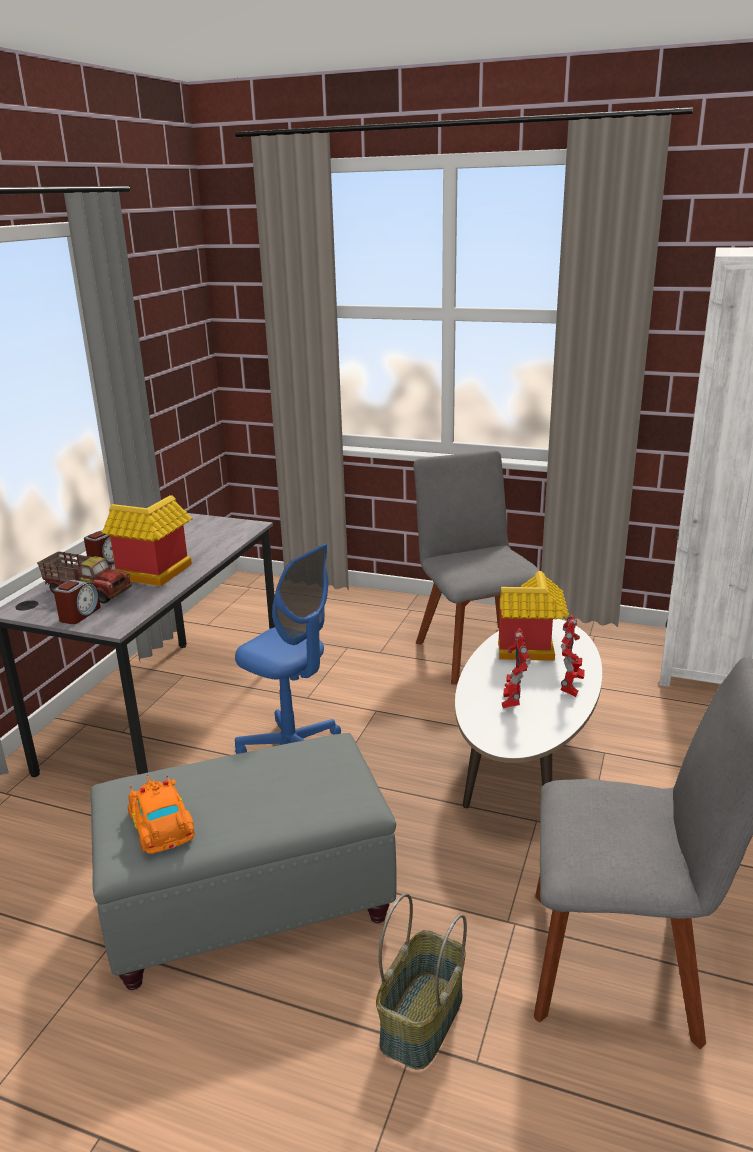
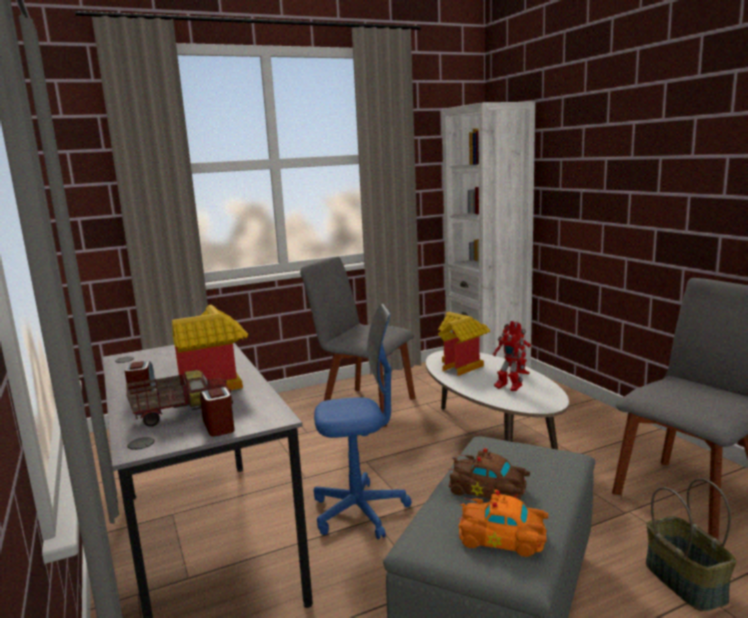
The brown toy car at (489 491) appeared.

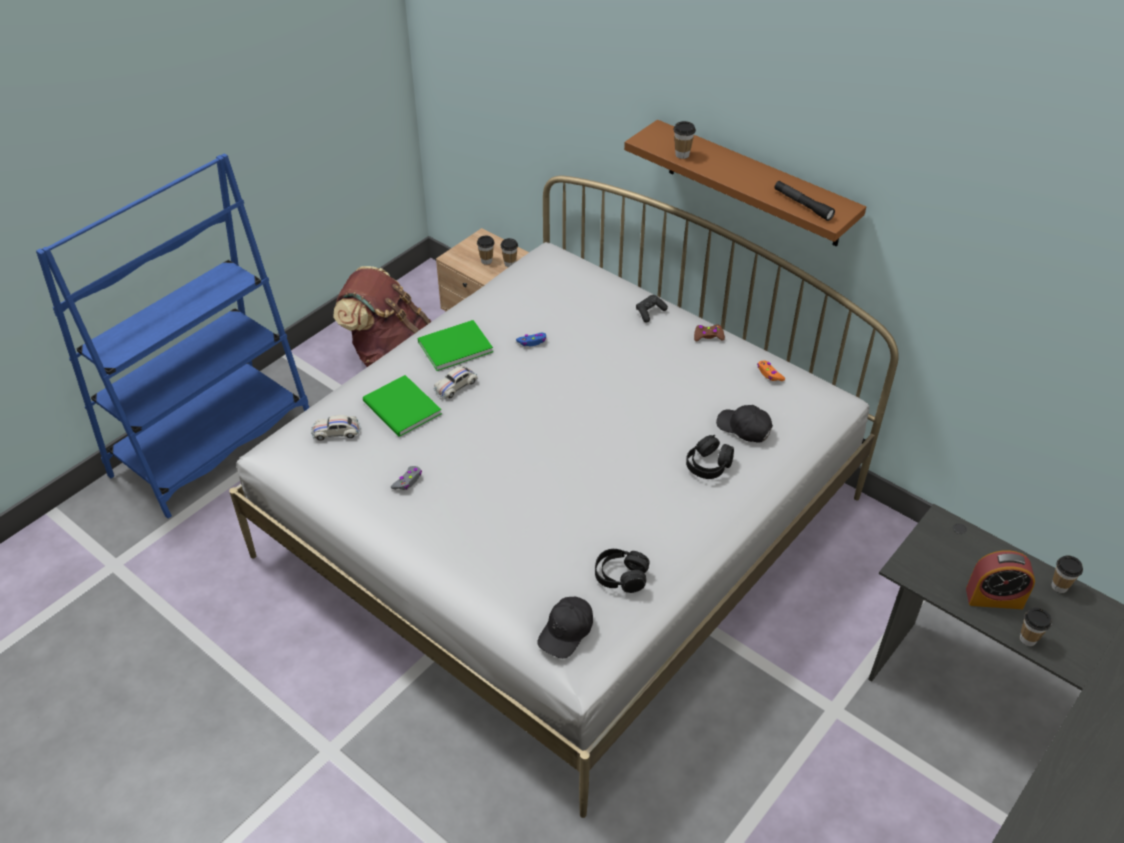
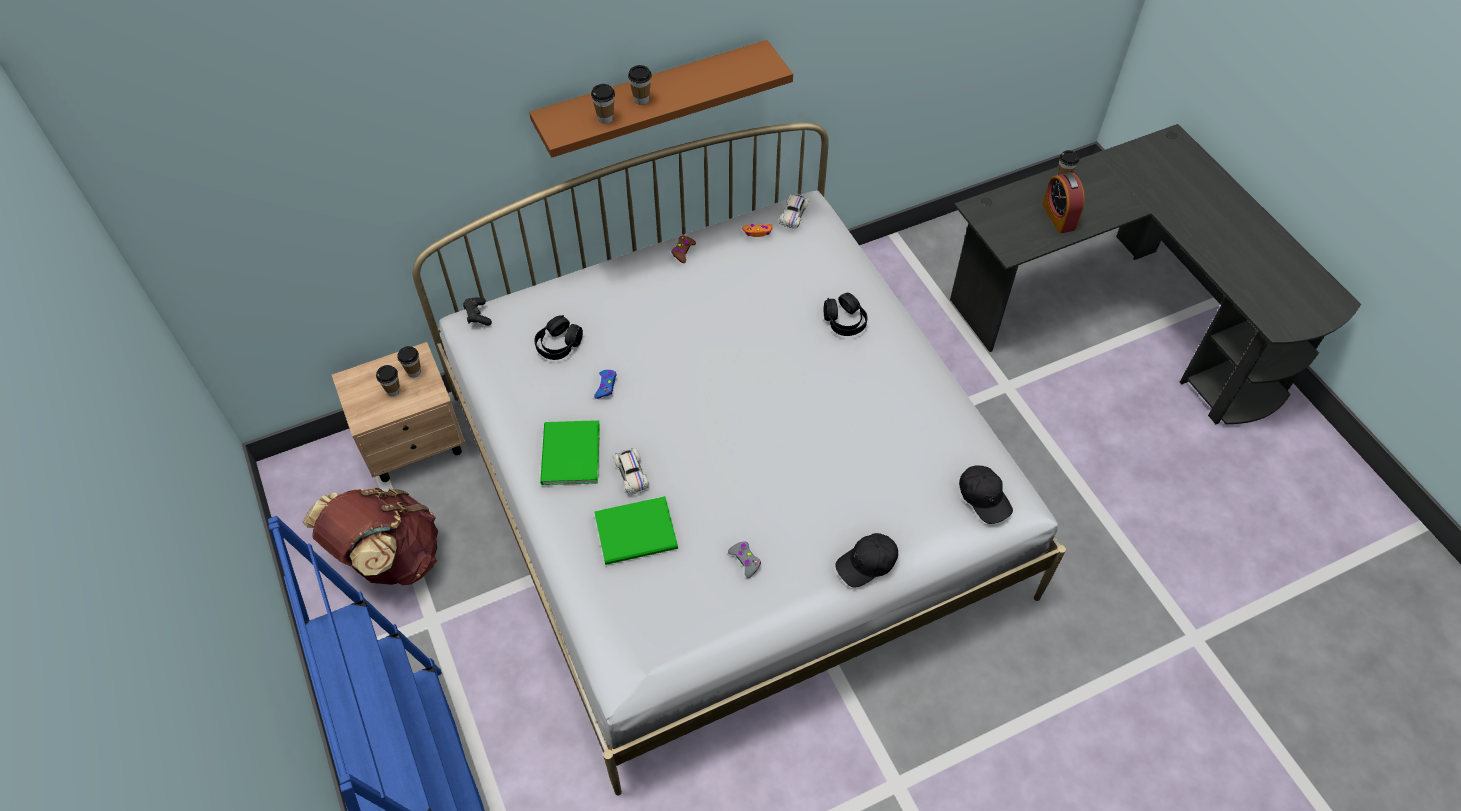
The black torch at (802 205) disappeared.
The white-coloured toy car moved from (336 432) to (793 214).
The black headset moved from (621 576) to (559 344).
The black gamepad moved from (650 312) to (478 315).
The black baseball cap moved from (744 428) to (867 563).
The cup moved from (1028 639) to (641 100).
The alarm clock at (994 598) turned 135 degrees clockwise.

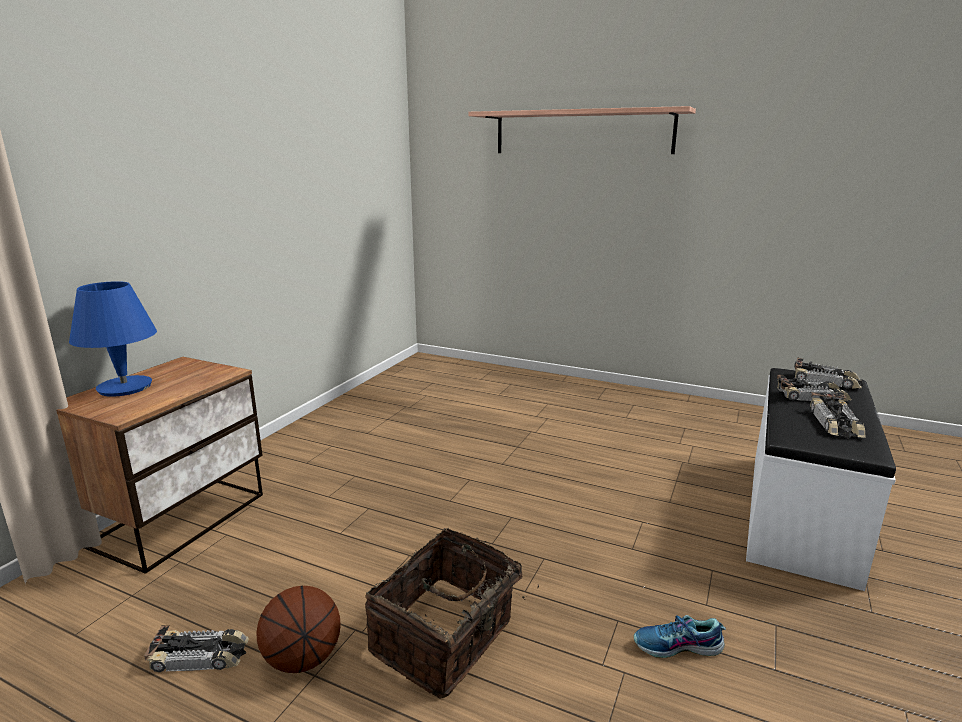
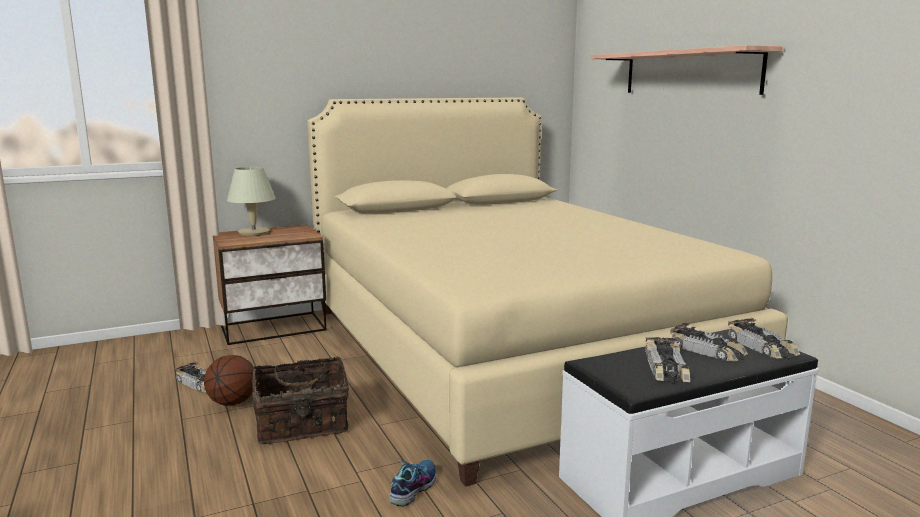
The sand-coloured bedroom bed at (507 351) appeared.
The blue tabletop lamp at (124 387) became the sand-coloured tabletop lamp at (253 232).
The low shoe at (677 647) turned 75 degrees clockwise.
The toy car at (835 423) turned 45 degrees counterclockwise.

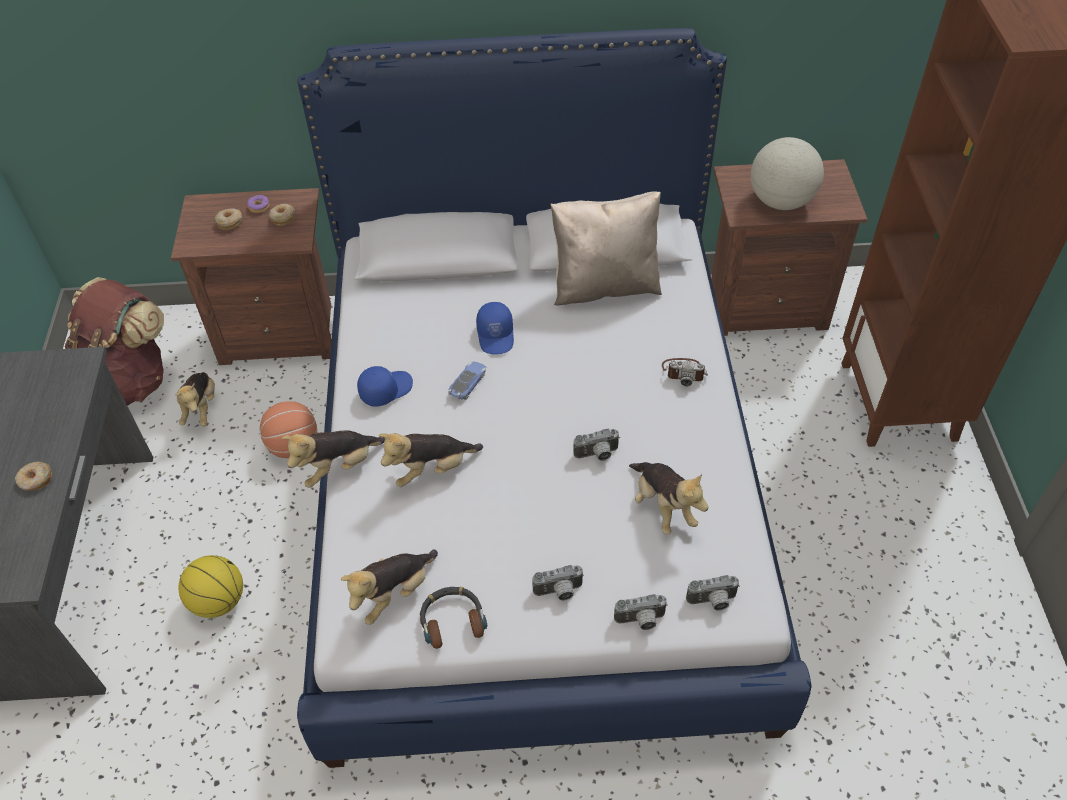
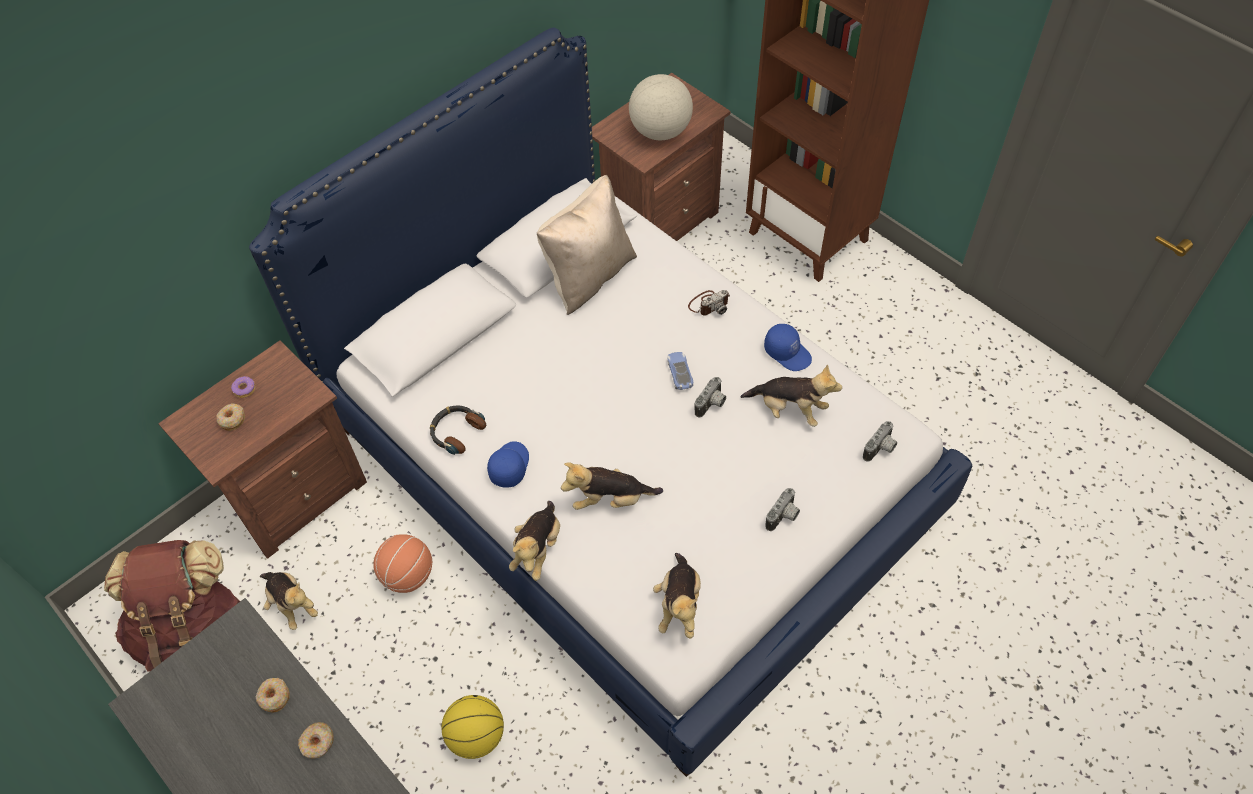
The still camera at (640 621) disappeared.
The ring doughnut moved from (283 218) to (274 697).
The headset moved from (452 619) to (456 431).
The toy car moved from (467 383) to (680 373).
The blue baseball cap moved from (496 335) to (788 352).
The plush toy at (432 469) turned 60 degrees clockwise.

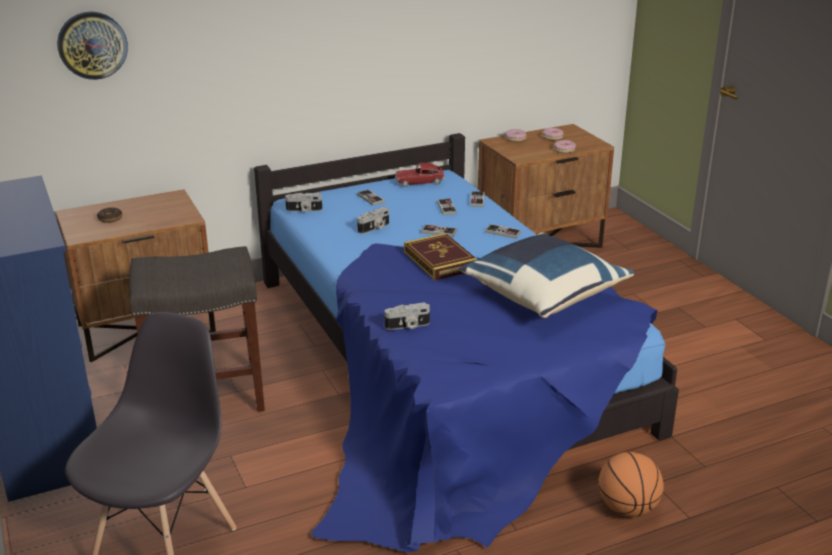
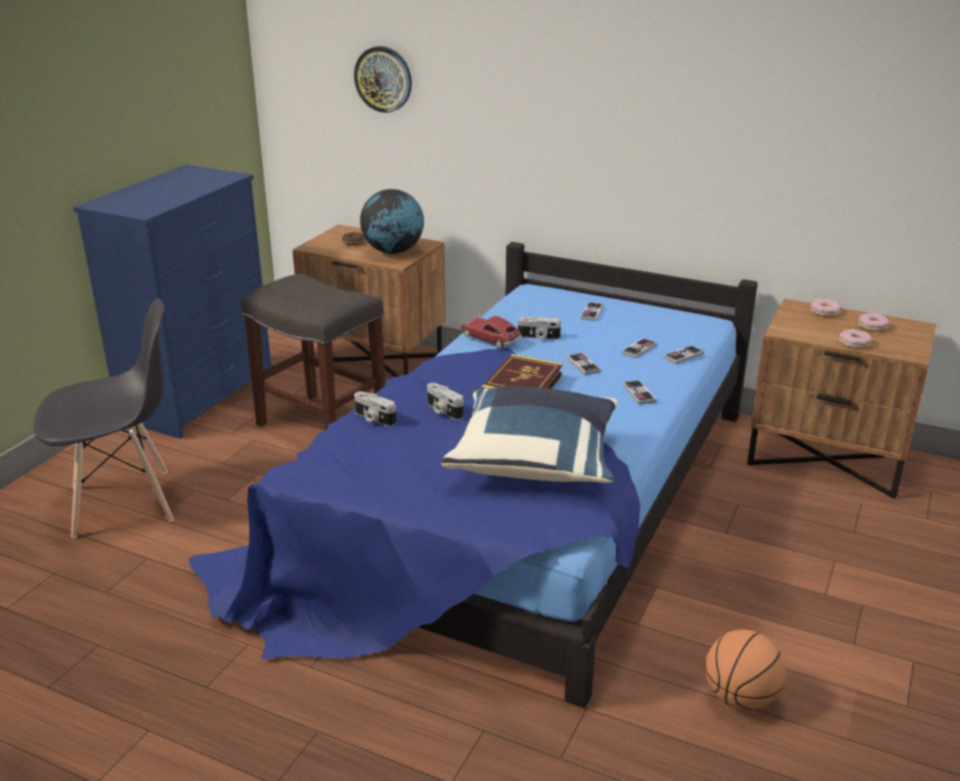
The world globe at (393 252) appeared.
The still camera moved from (304 210) to (443 411).
The toy car moved from (419 182) to (490 339).
The ball for basketball moved from (627 509) to (740 698).

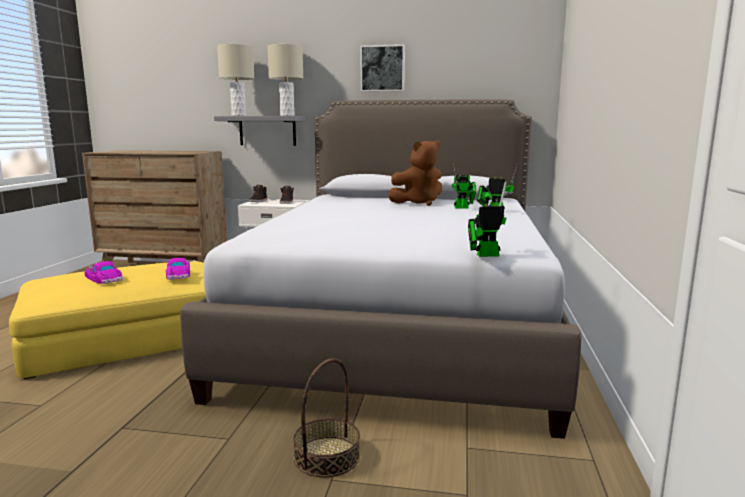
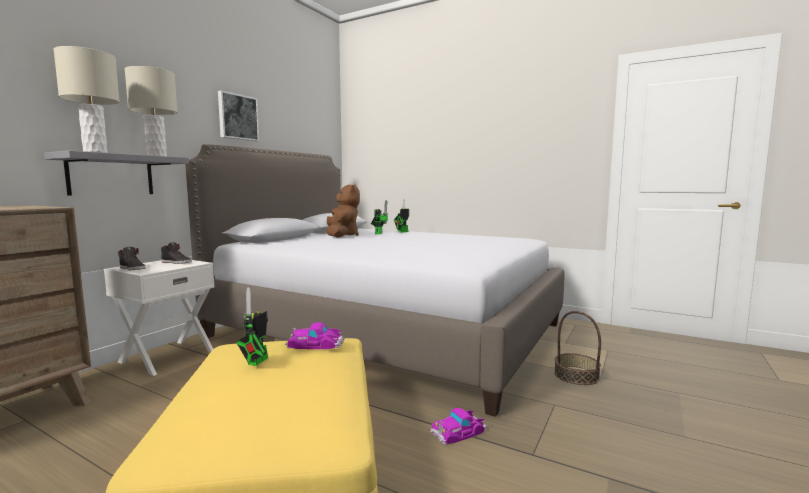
The toy car moved from (104 278) to (458 431).
The robot figure moved from (484 255) to (256 362).

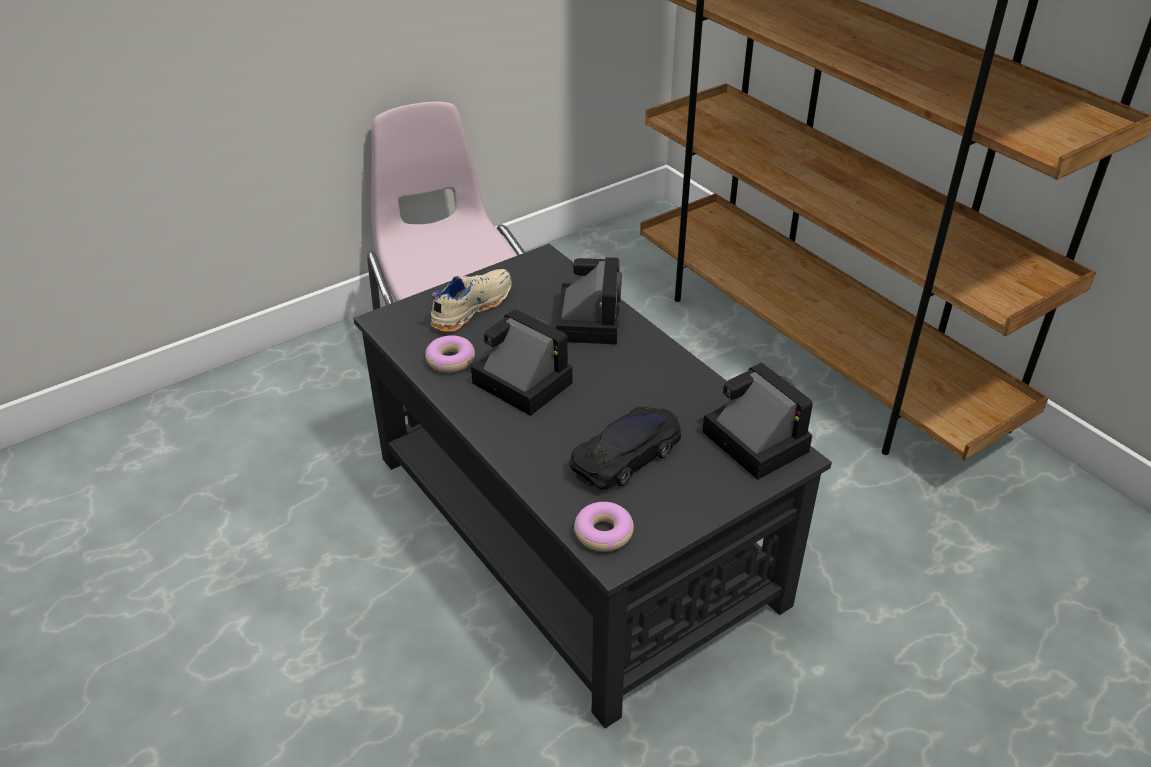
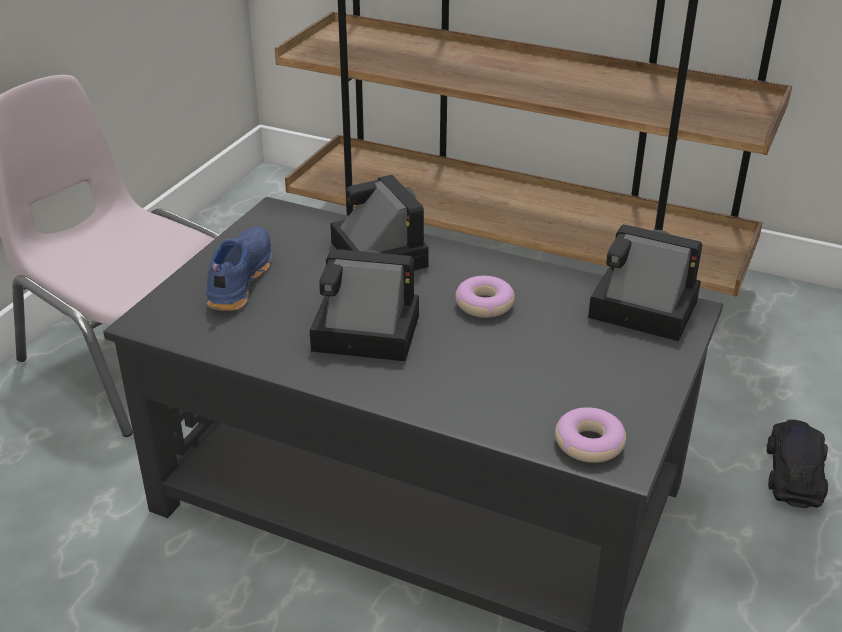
The ring doughnut moved from (450 360) to (484 304).
The black toy car moved from (627 454) to (795 470).
The sand-coloured low shoe at (470 308) became the blue low shoe at (238 280).

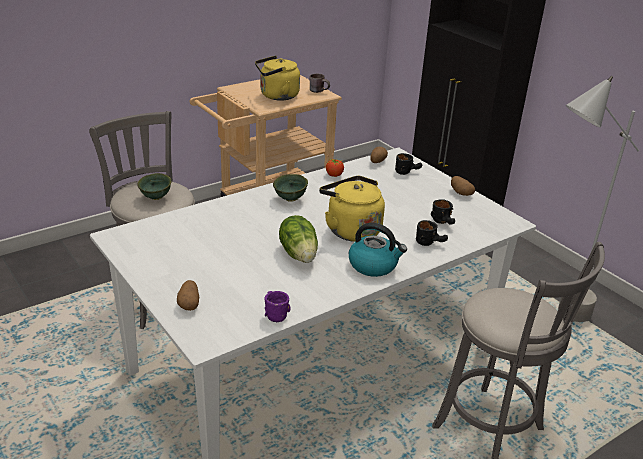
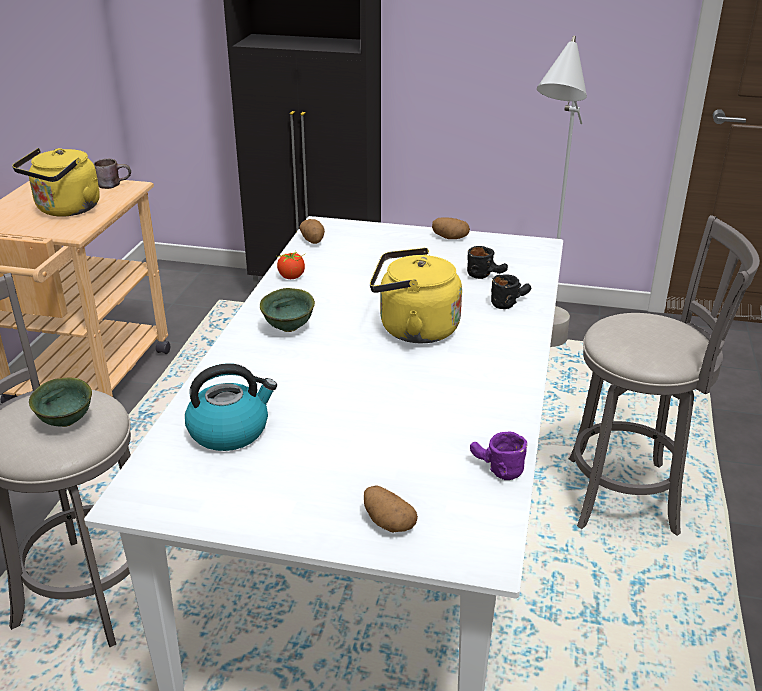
The head of lettuce at (299 254) disappeared.
The black coffee mug at (407 171) disappeared.
The tea kettle moved from (374 265) to (230 430).

